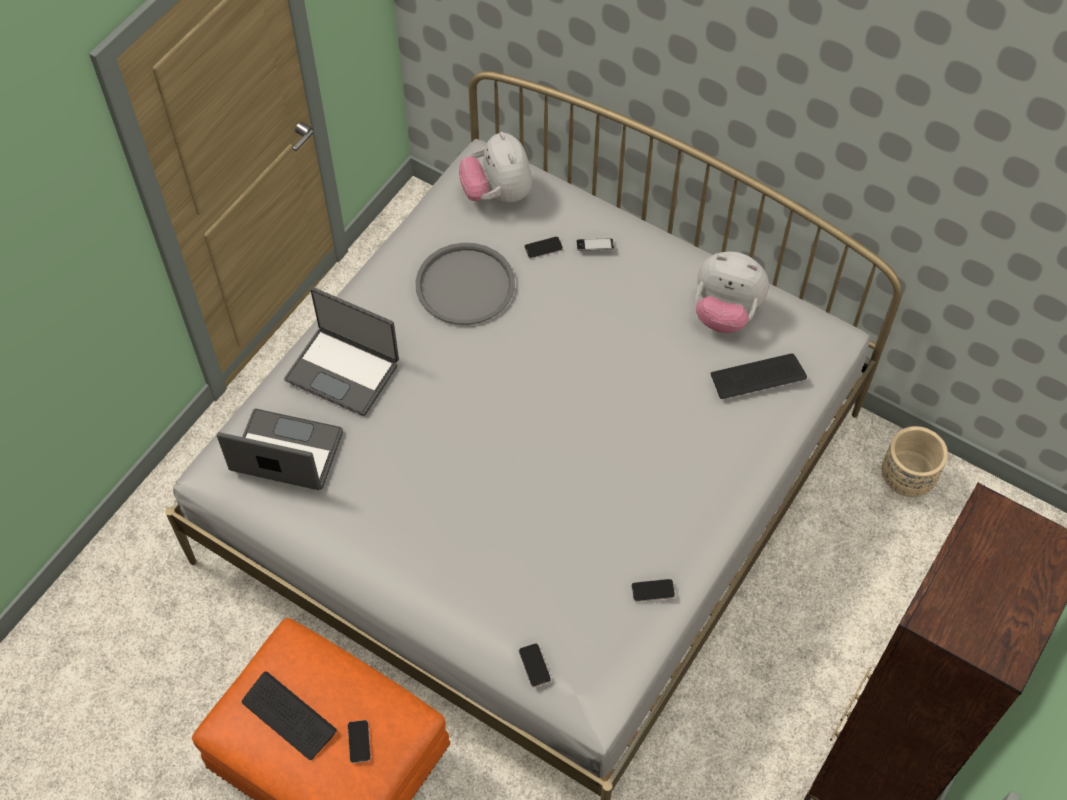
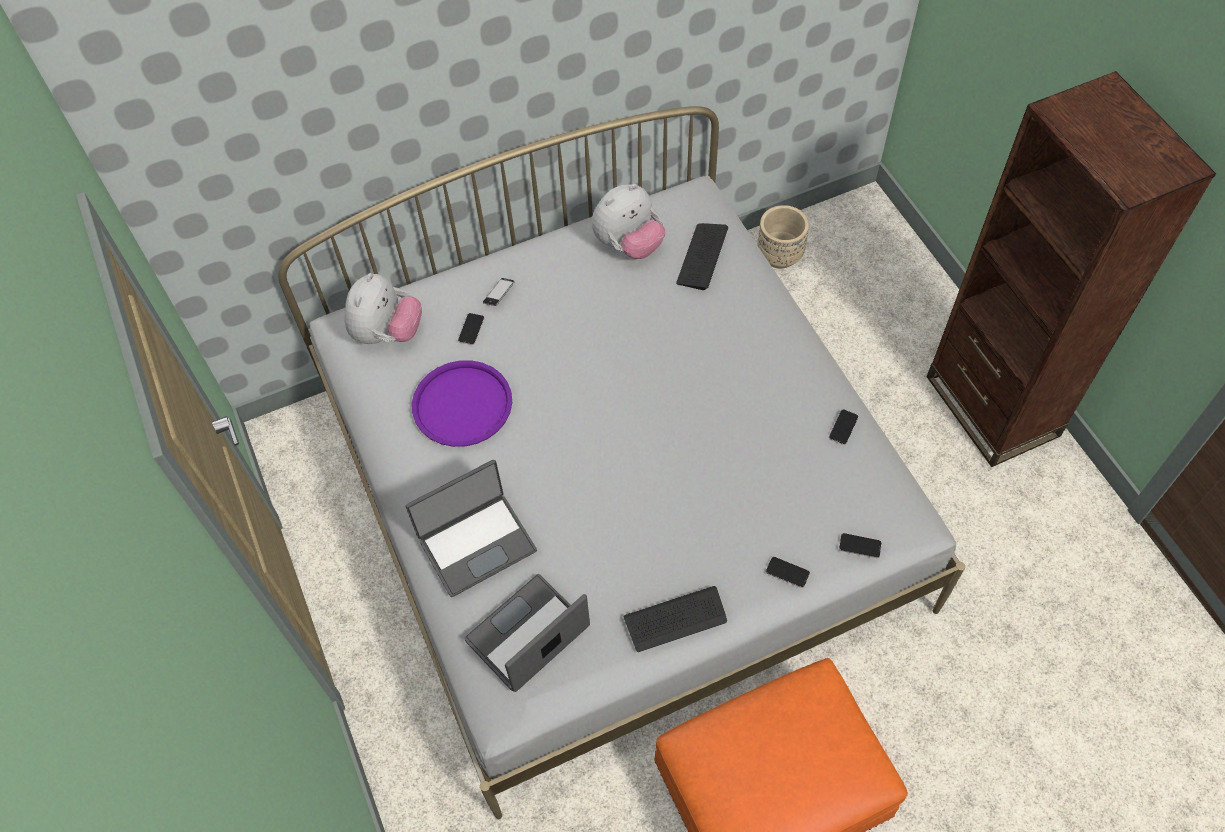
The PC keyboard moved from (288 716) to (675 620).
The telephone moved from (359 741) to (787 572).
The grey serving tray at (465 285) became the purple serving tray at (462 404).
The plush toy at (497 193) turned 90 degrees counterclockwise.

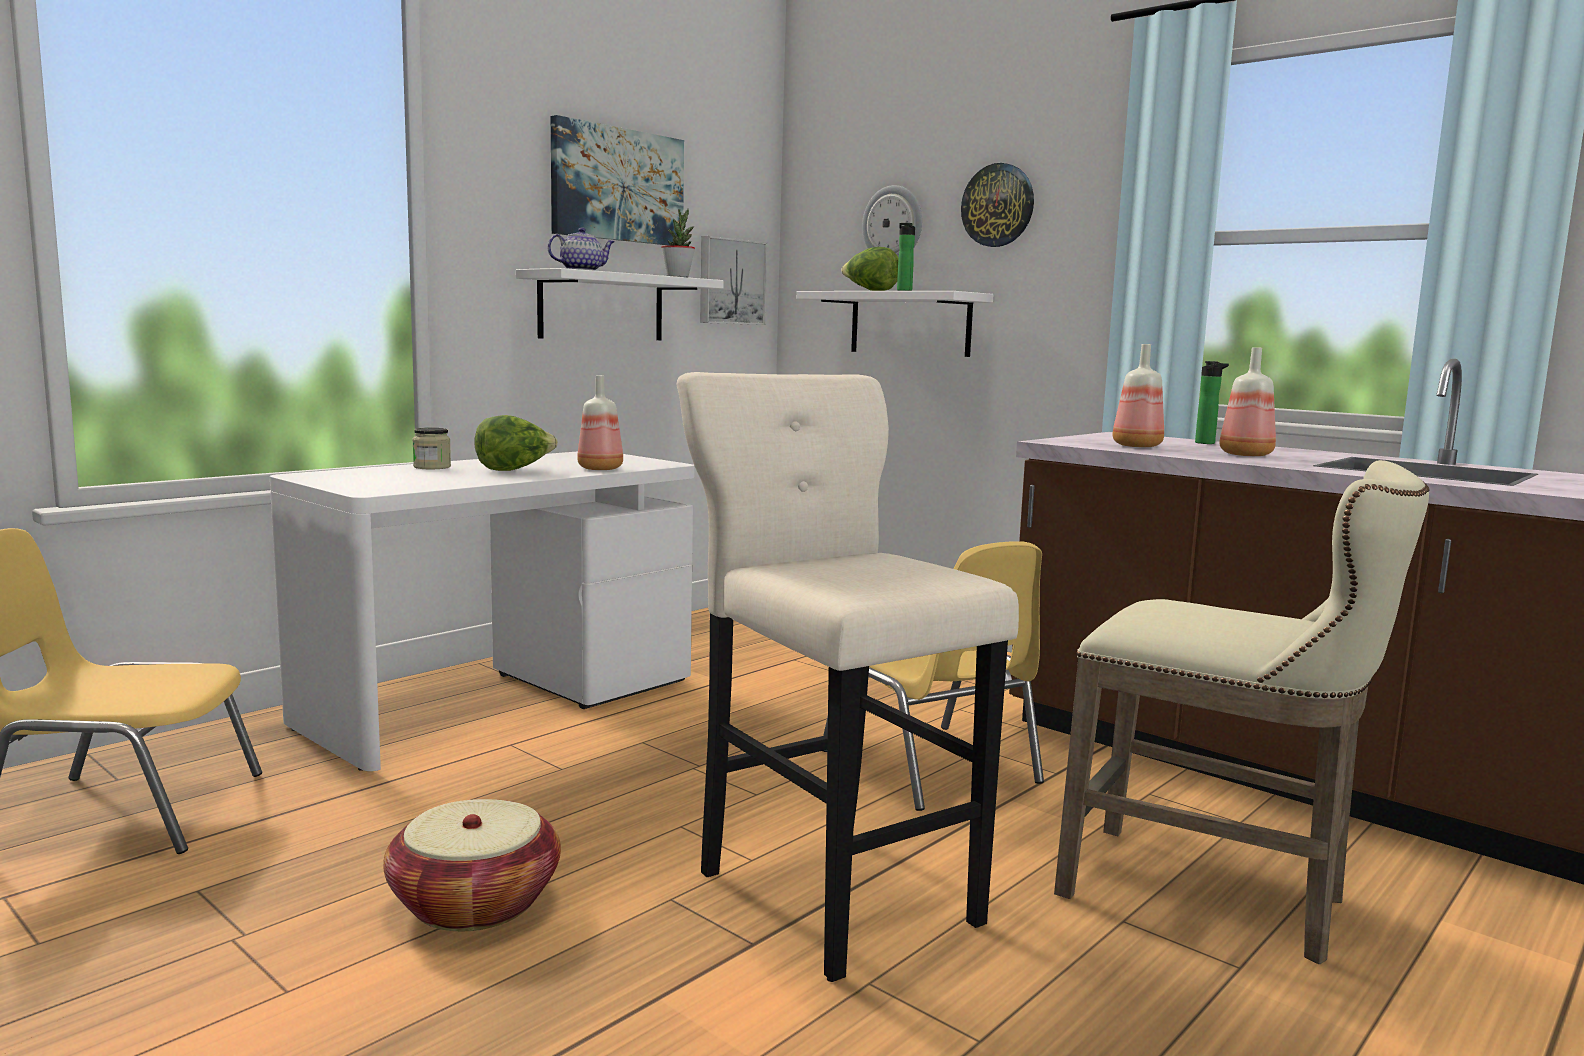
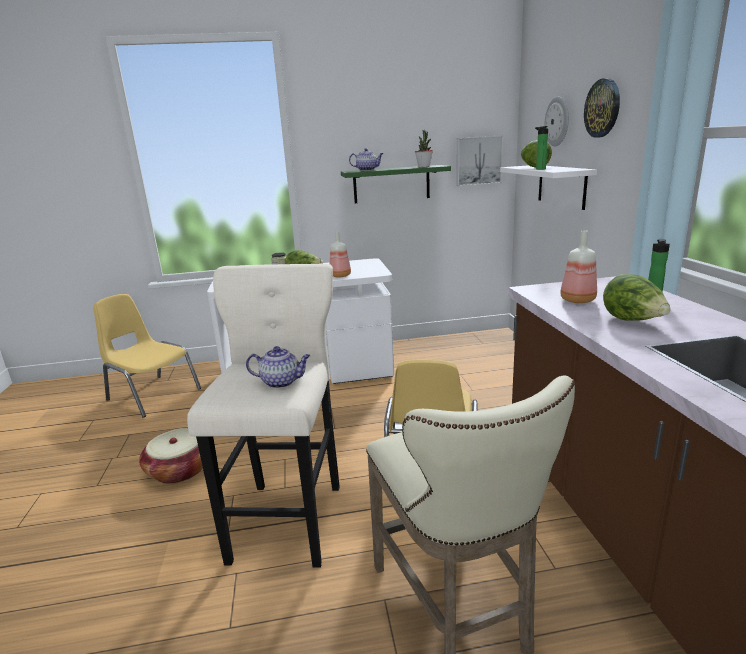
The picture at (617 185) disappeared.
The tea pot at (282 382) appeared.
The drink bottle at (1244 454) was replaced by the head of lettuce at (633 321).
The white-coloured wall shelf at (601 307) became the greenish wall shelf at (391 184).

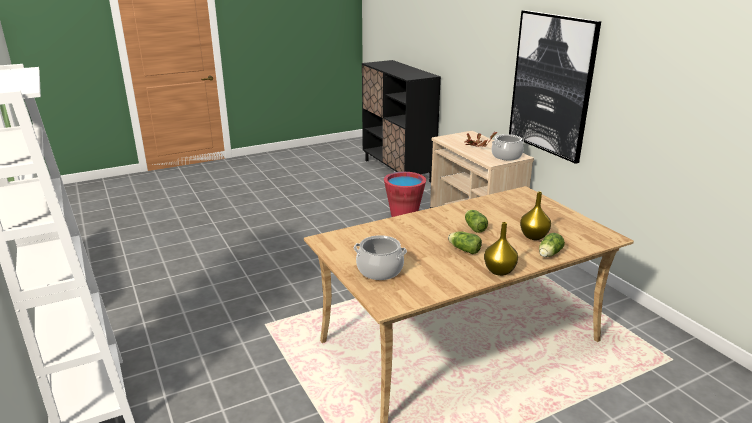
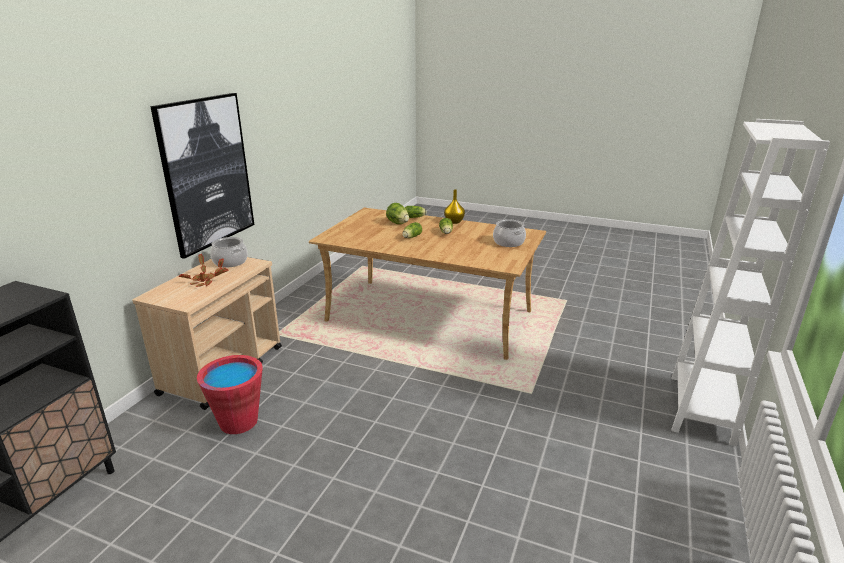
The yellow-coloured vase at (534 236) was replaced by the head of lettuce at (398 223).

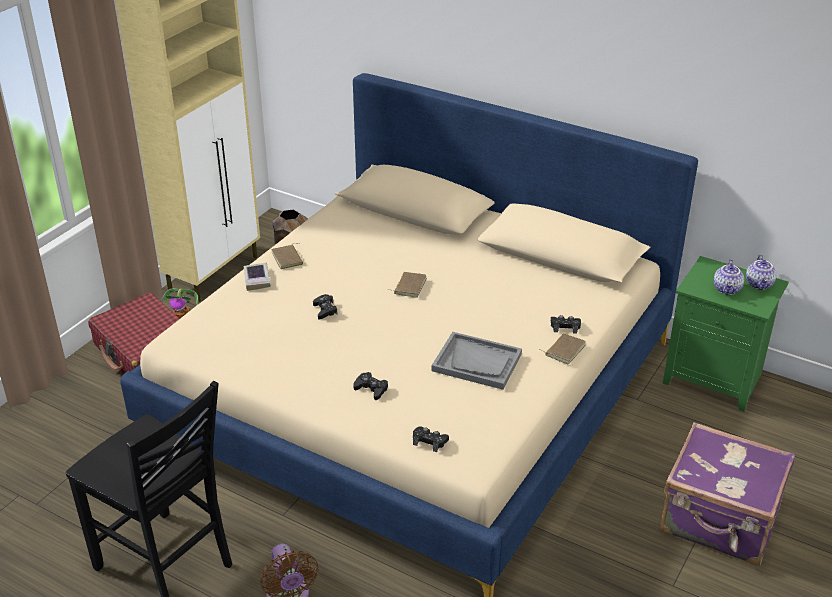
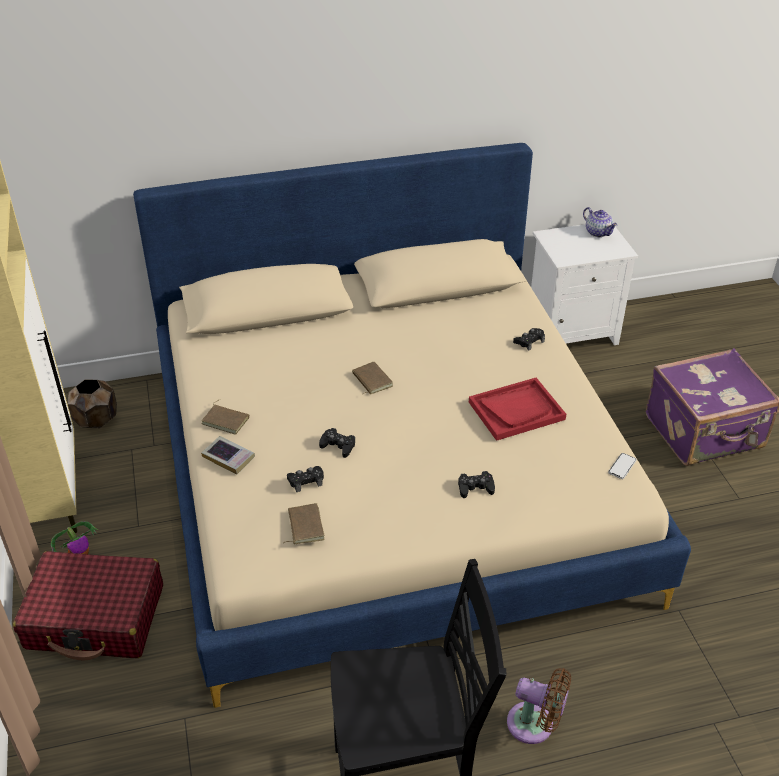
The tea pot at (727 289) disappeared.
The telephone at (622 466) appeared.
The black gamepad moved from (429 441) to (306 481).
The brown volume moved from (564 350) to (304 526).
The grey serving tray at (477 362) became the reddish serving tray at (516 410).
The greenish bedside table at (715 379) became the white-coloured bedside table at (572 331).

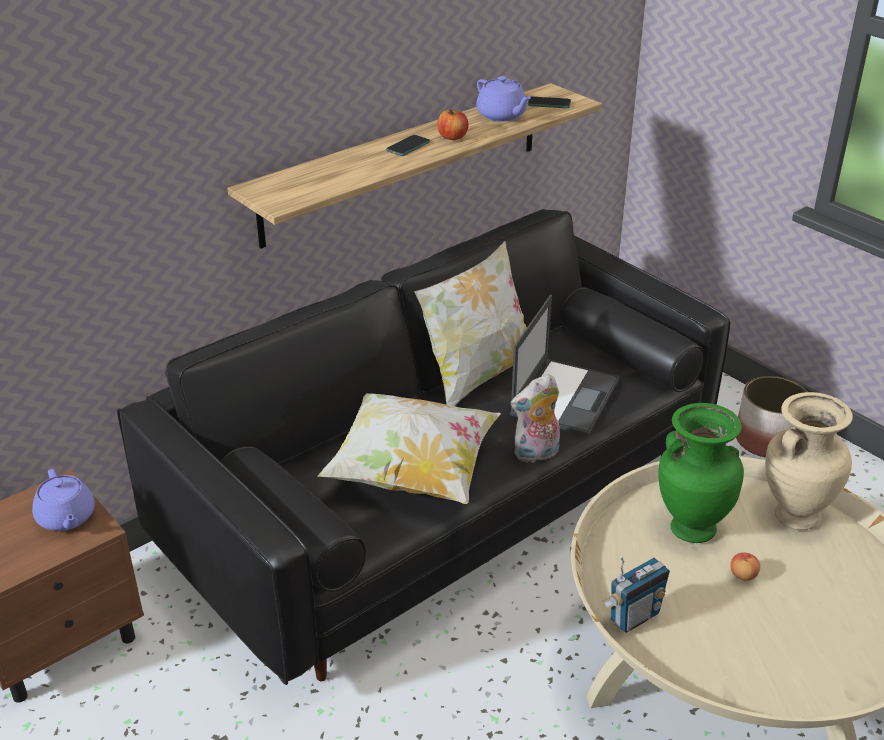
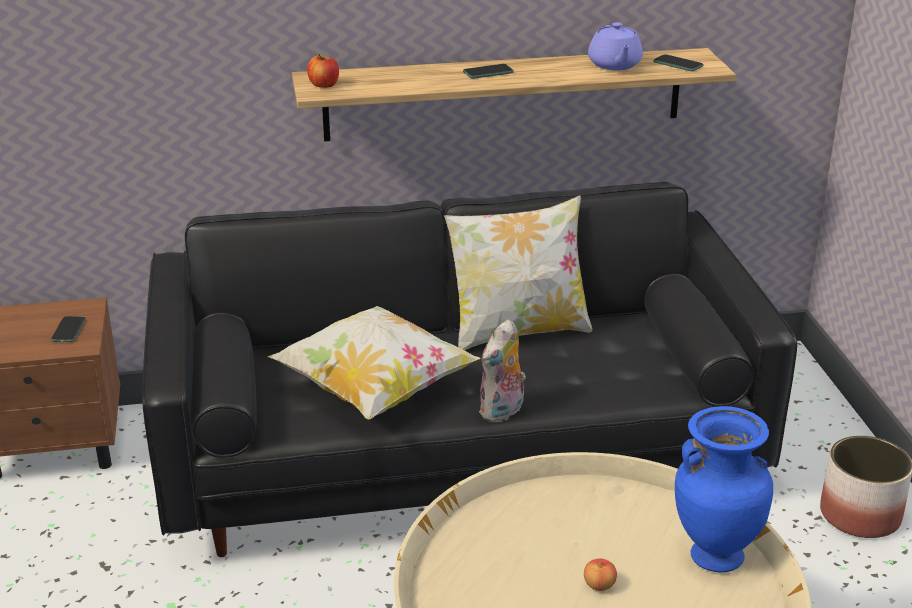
The laptop at (565 396) disappeared.
The radio at (633 616) disappeared.
The greenish vase at (691 528) disappeared.
The whole apple moved from (452 137) to (324 85).
The purple tea pot at (66 518) was replaced by the telephone at (68 330).
The sand-coloured vase at (794 516) became the blue vase at (715 556).
The plush toy at (536 454) turned 60 degrees counterclockwise.

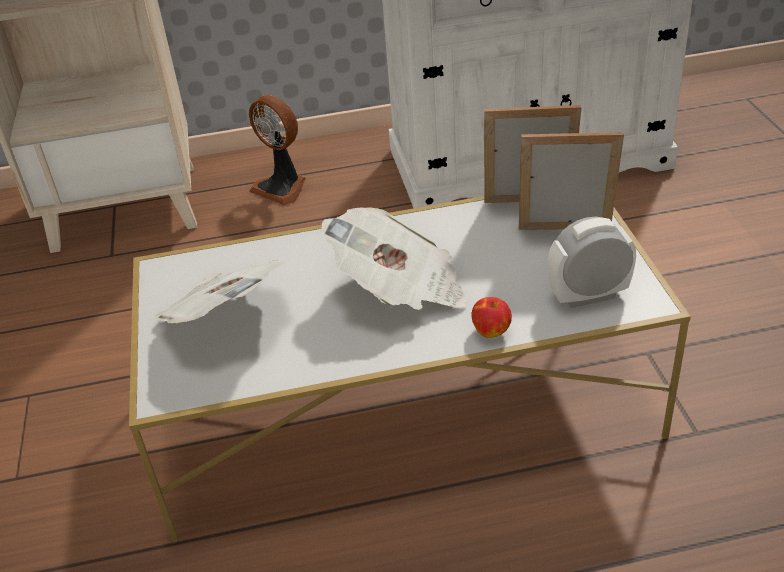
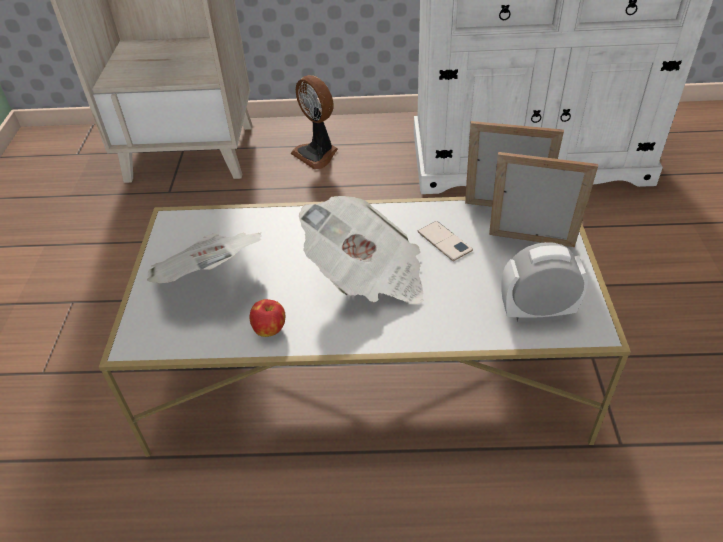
The telephone at (444 241) appeared.
The whole apple moved from (491 331) to (270 329).

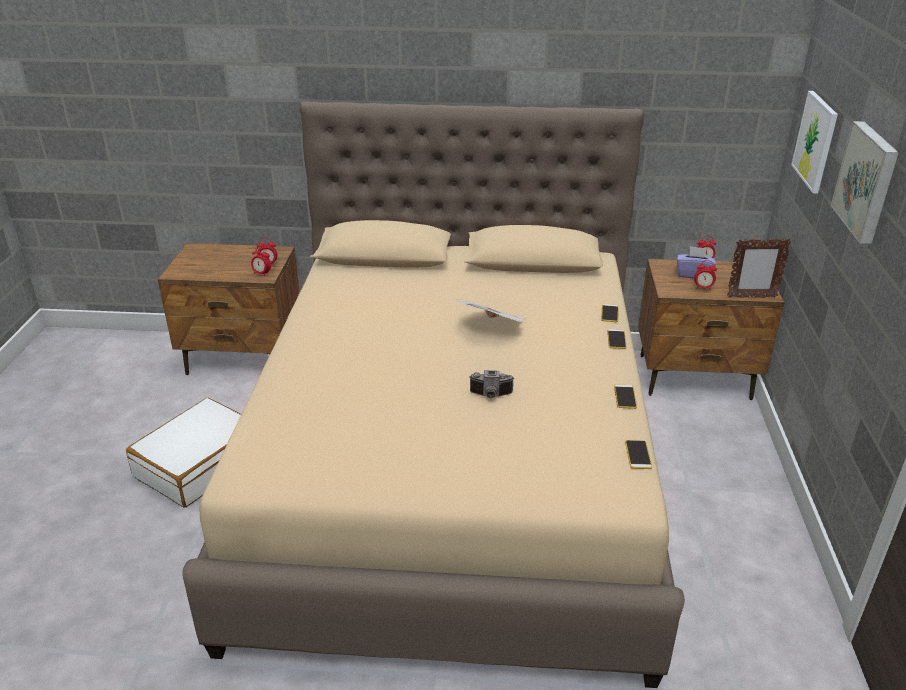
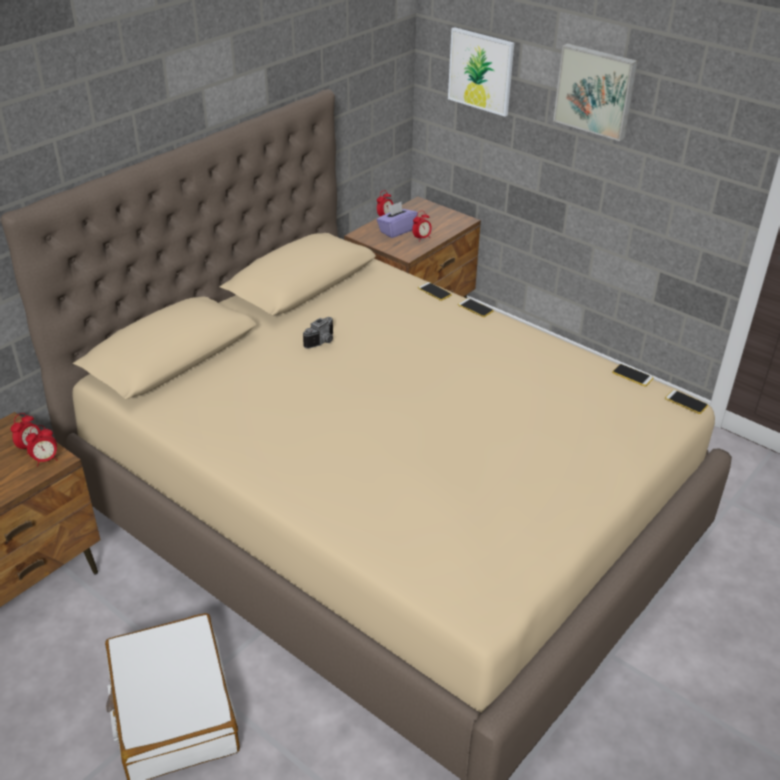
The newspaper at (494 328) disappeared.
The photo frame at (751 297) disappeared.
The still camera moved from (491 395) to (323 342).
The telephone moved from (625 397) to (686 402).

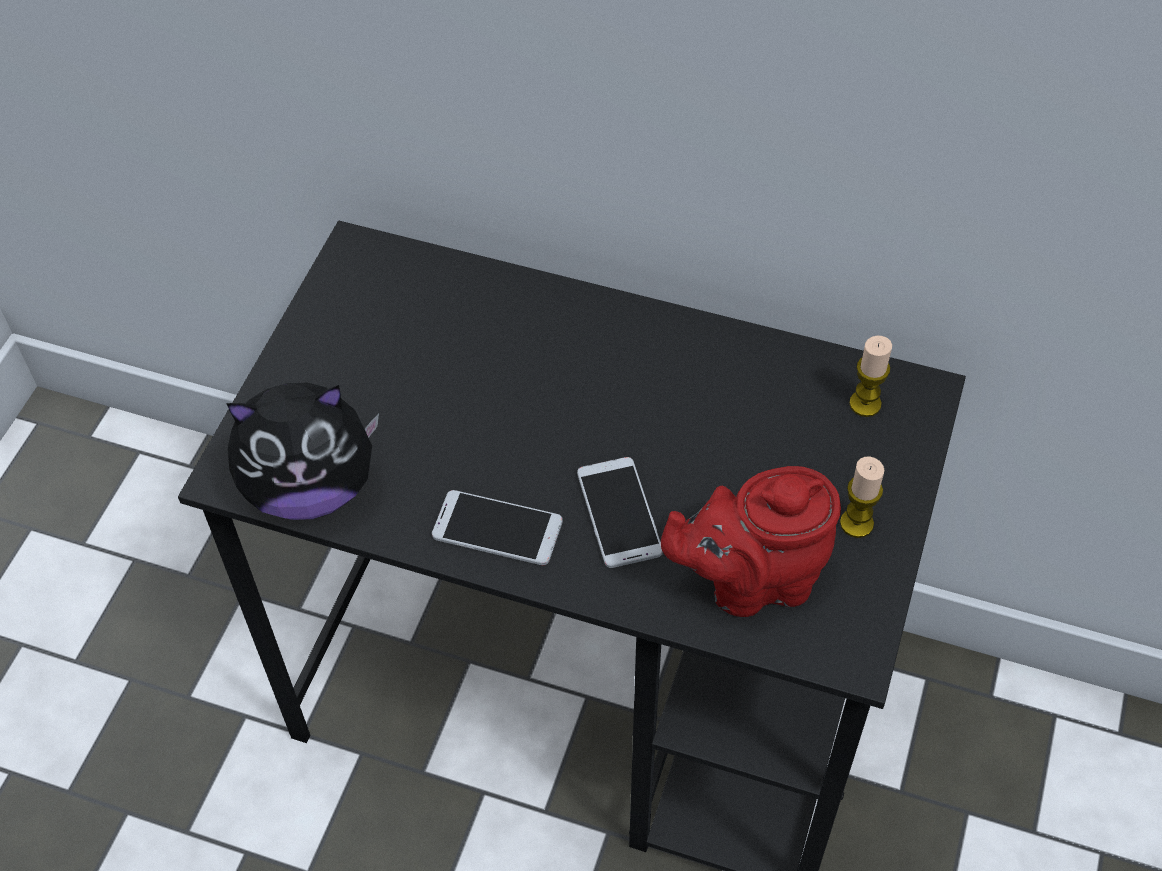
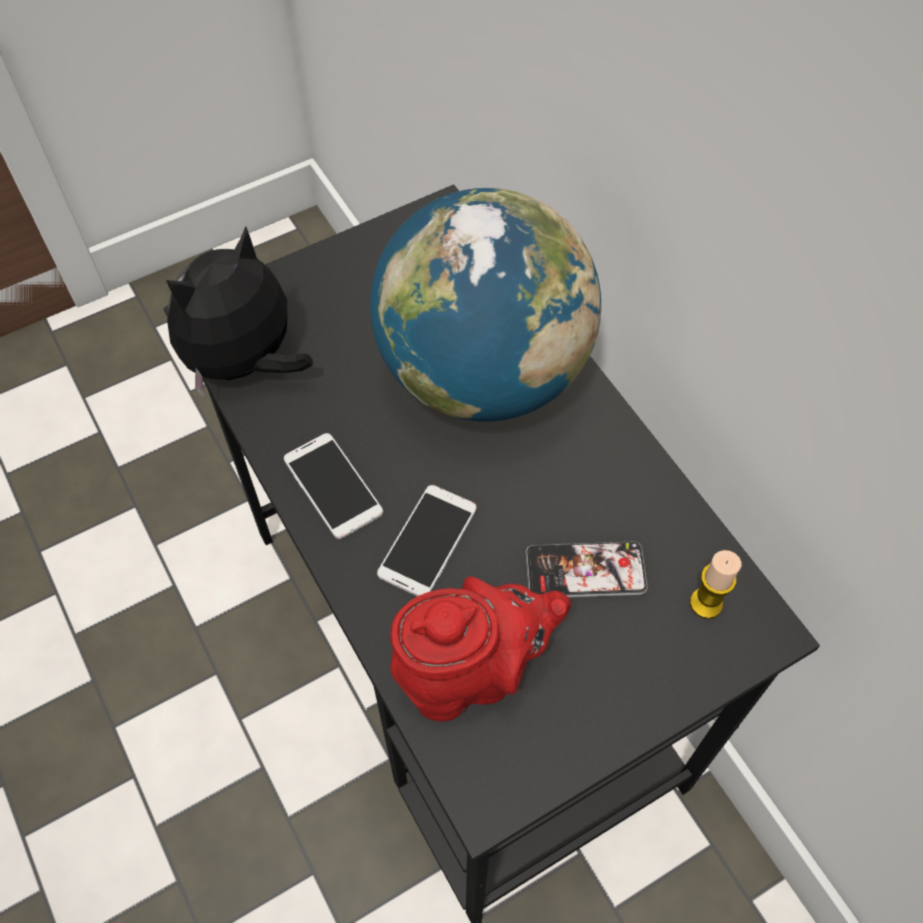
The candle at (856 523) disappeared.
The world globe at (483 373) appeared.
The telephone at (585 571) appeared.
The plush toy at (311 488) turned 105 degrees clockwise.
The reddish tea pot at (751 580) turned 135 degrees clockwise.

